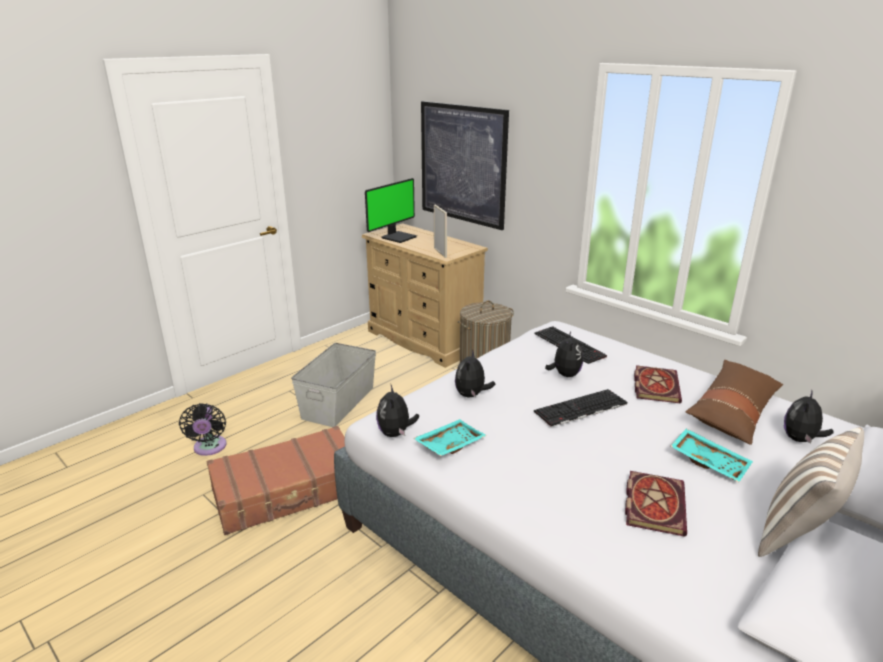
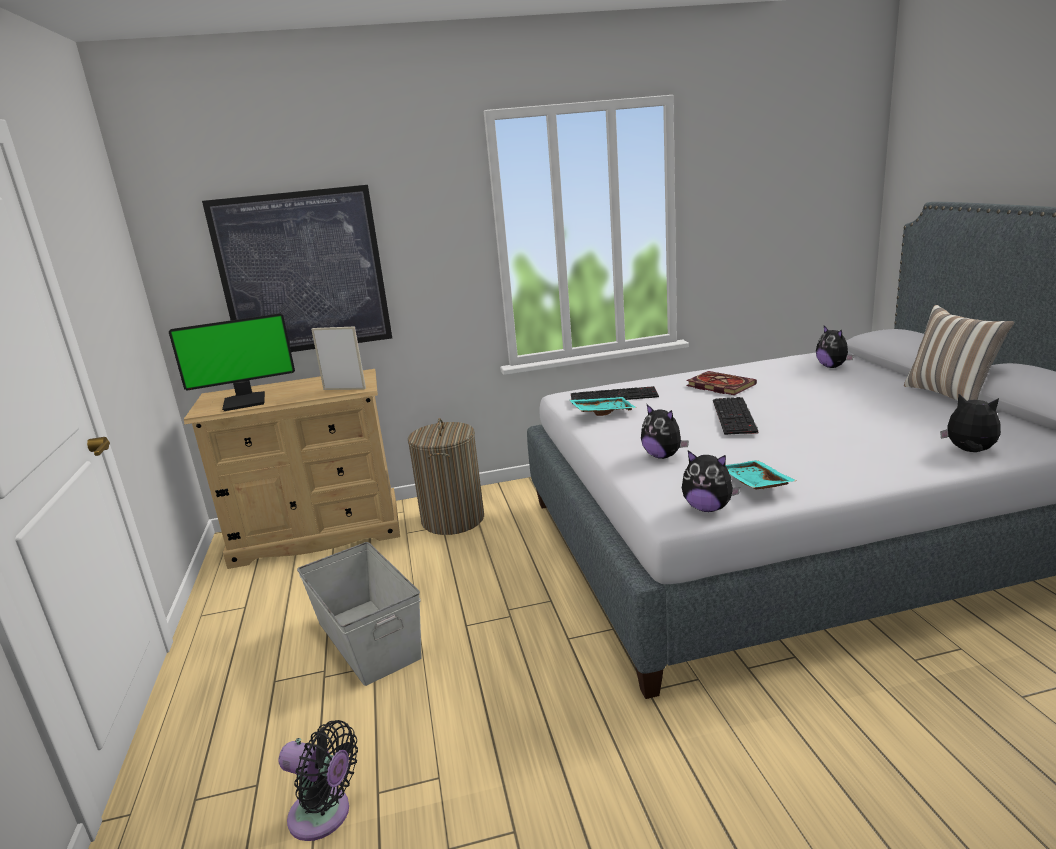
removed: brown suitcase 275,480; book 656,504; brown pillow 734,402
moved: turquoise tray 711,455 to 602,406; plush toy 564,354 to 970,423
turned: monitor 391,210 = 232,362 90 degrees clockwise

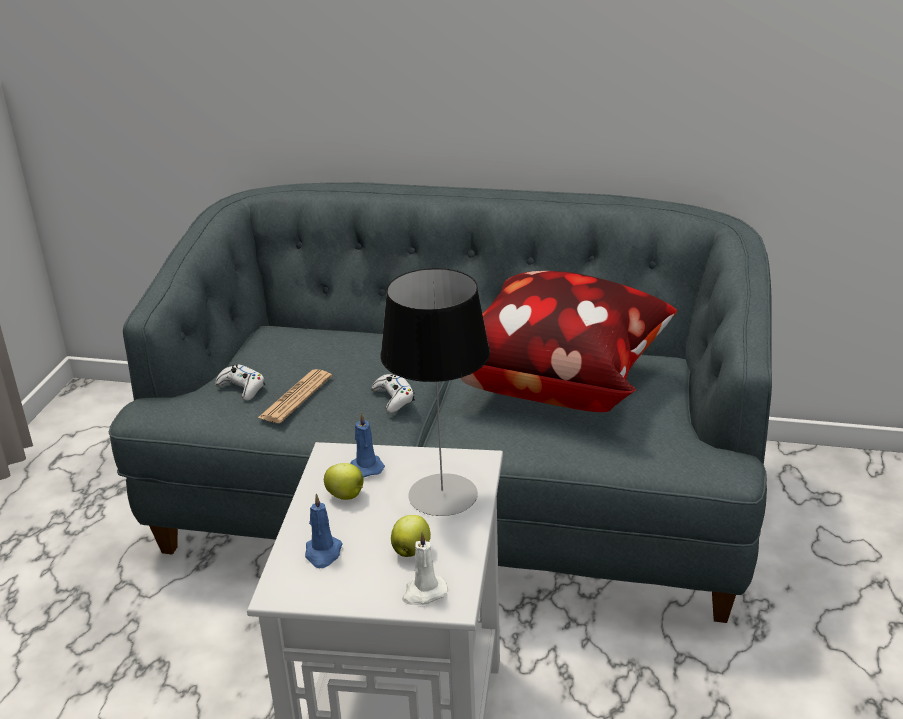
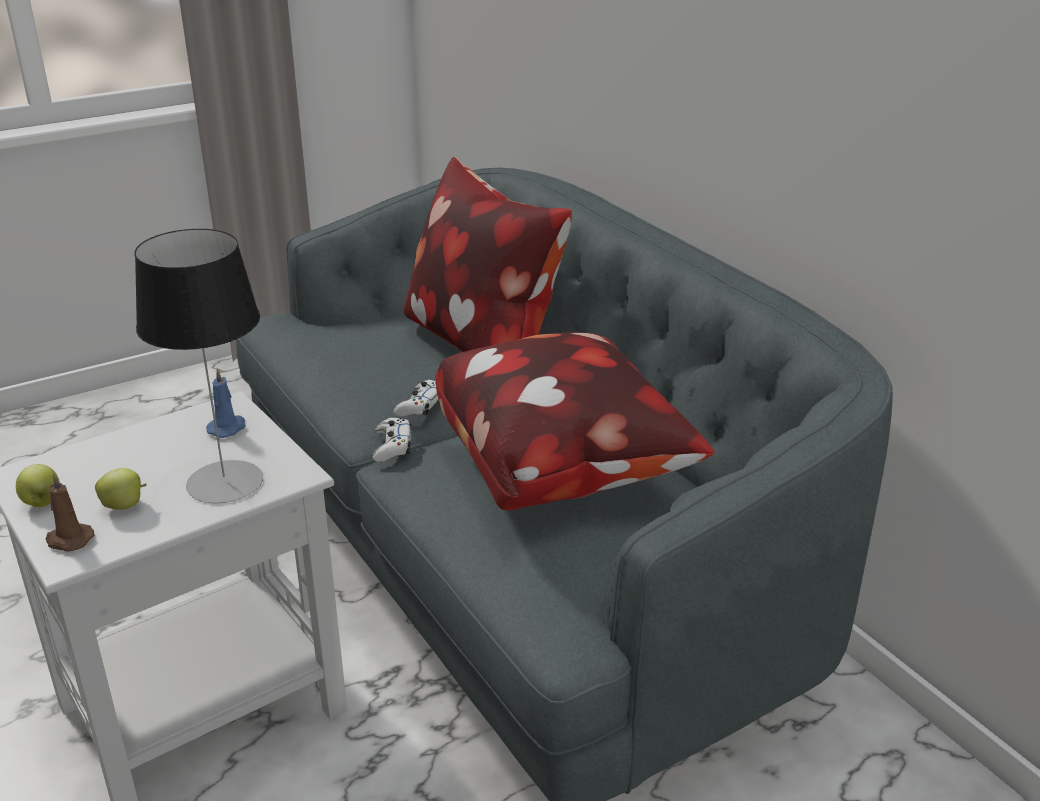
removed: newspaper 295,396; blue candle 324,531
added: pillow 488,254
moved: apple 343,481 to 38,485; white game controller 240,382 to 391,440
recoloured: white candle 425,568 to brown candle 70,512

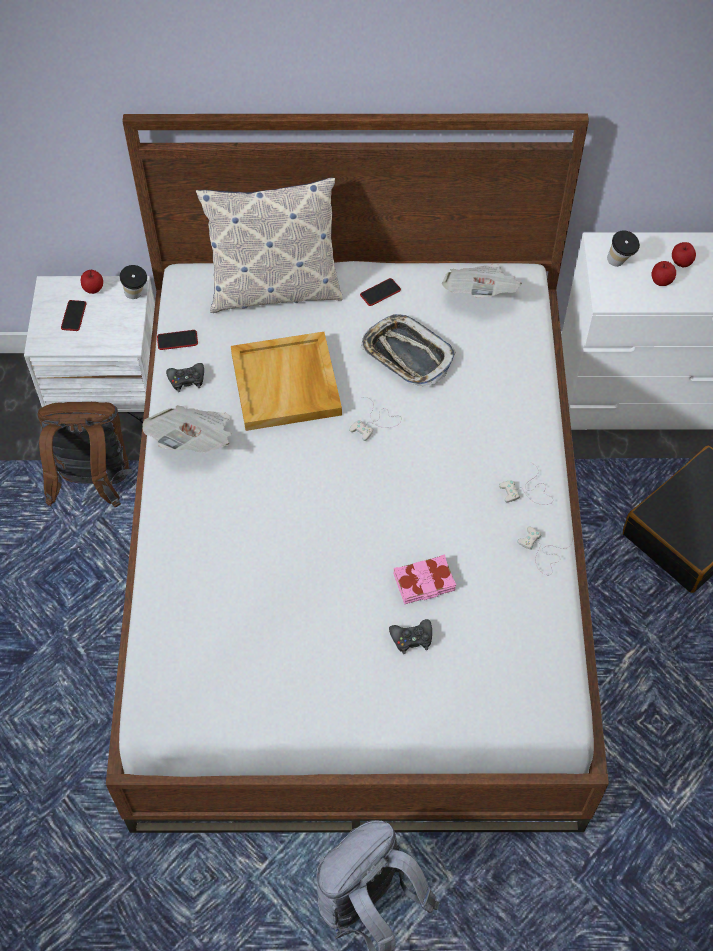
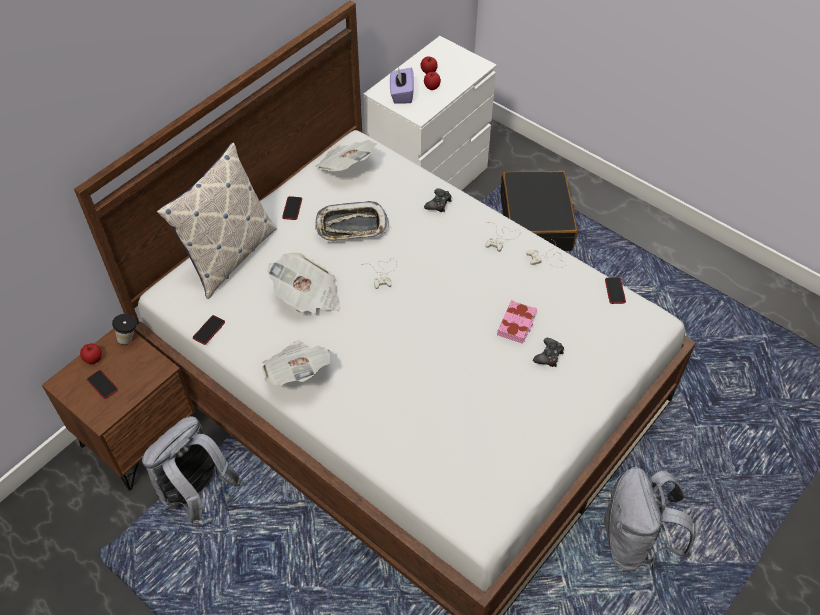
added: phone 615,290
moved: black game controller 185,377 to 438,200
replaced: beige tray 286,381 to newspaper 304,283; cup 623,248 to purple tissue box 402,85
recoloured: white nightstand 89,349 to brown nightstand 118,409; brown backpack 85,454 to grey backpack 192,471

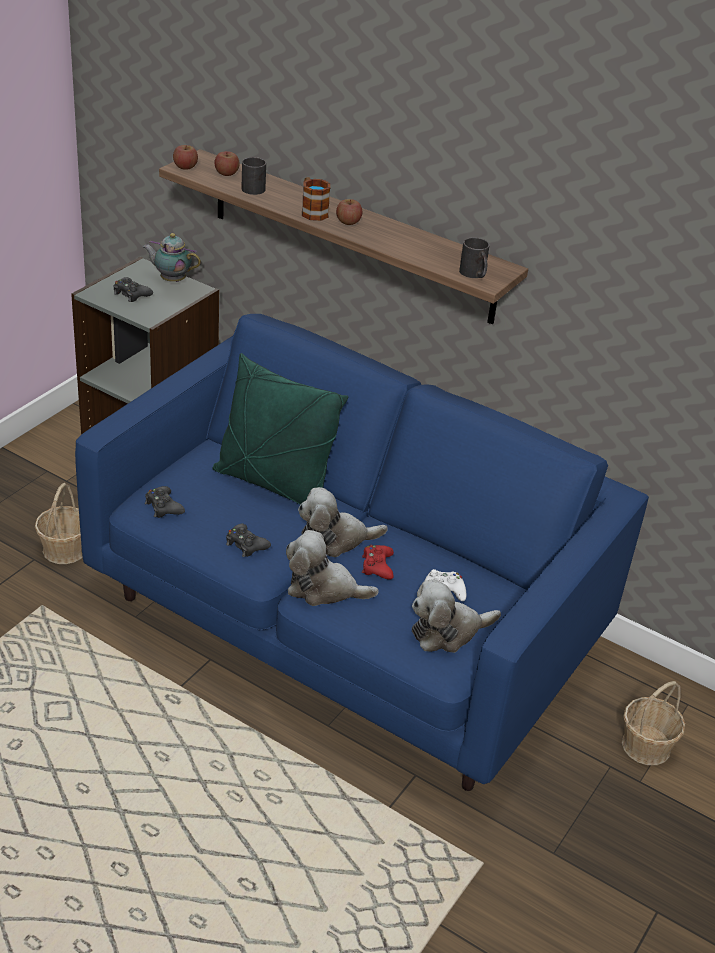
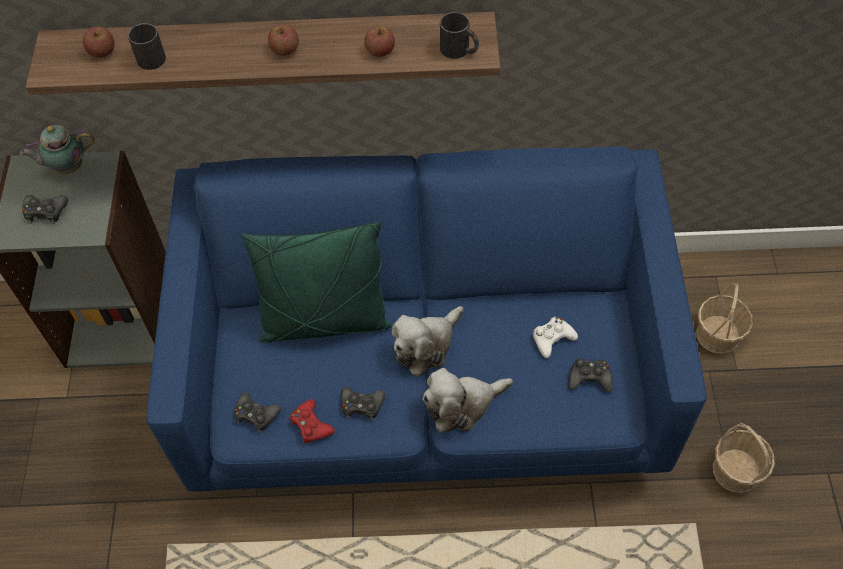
removed: mug 316,199
moved: red game controller 378,562 to 312,421; apple 185,157 to 379,41; basket 59,523 to 744,457
replaced: plush toy 456,616 to black game controller 590,375

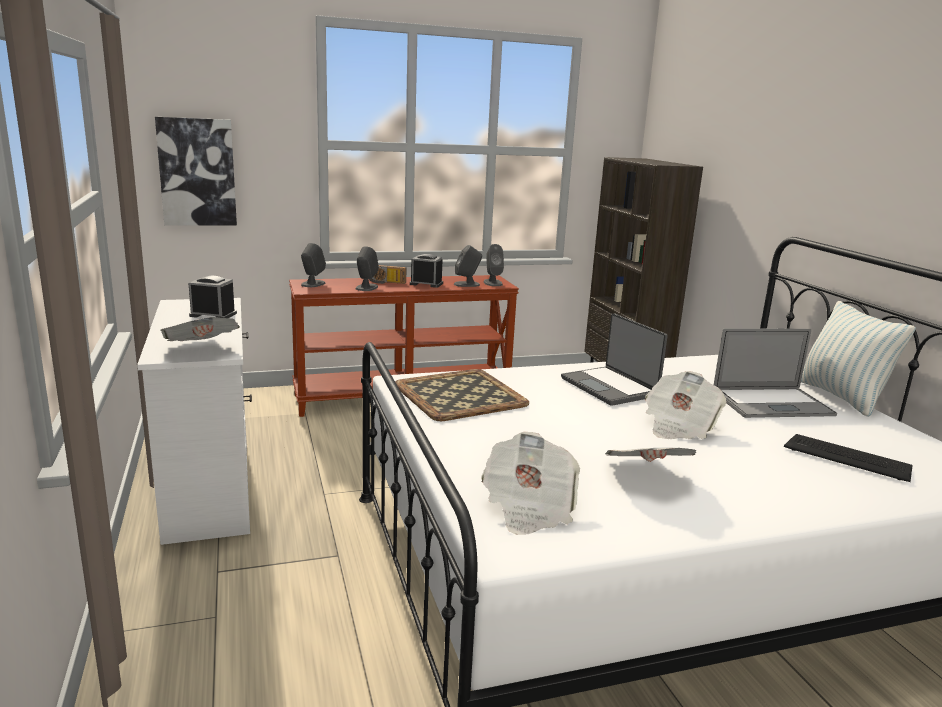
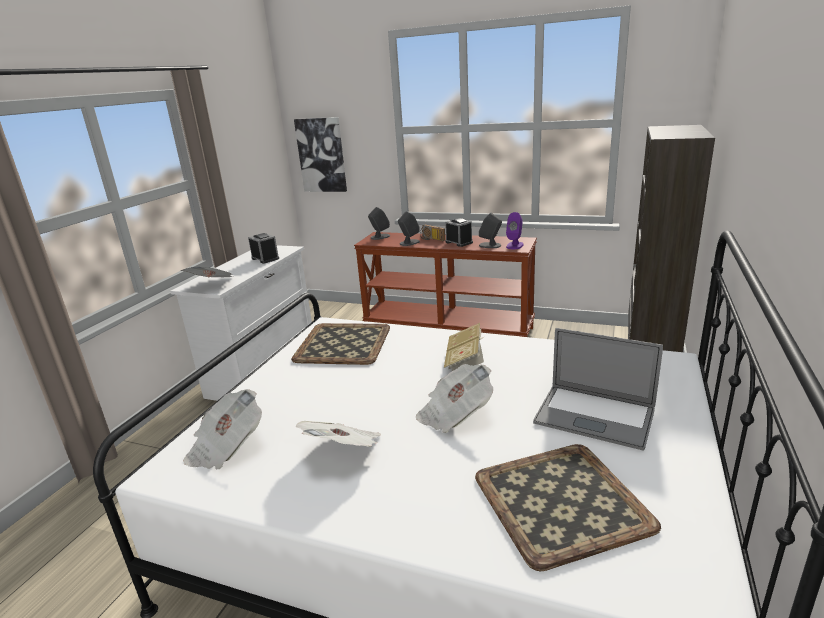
removed: pillow 858,359
replaced: laptop 614,359 to book 464,347; keyboard 848,458 to tray 568,508
recoloured: grey speaker 493,265 to purple speaker 515,230

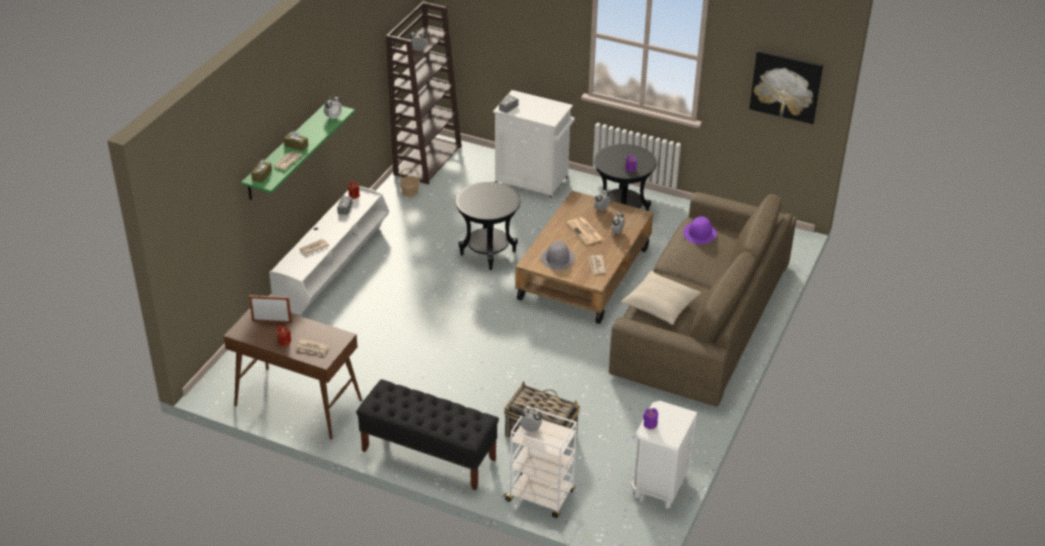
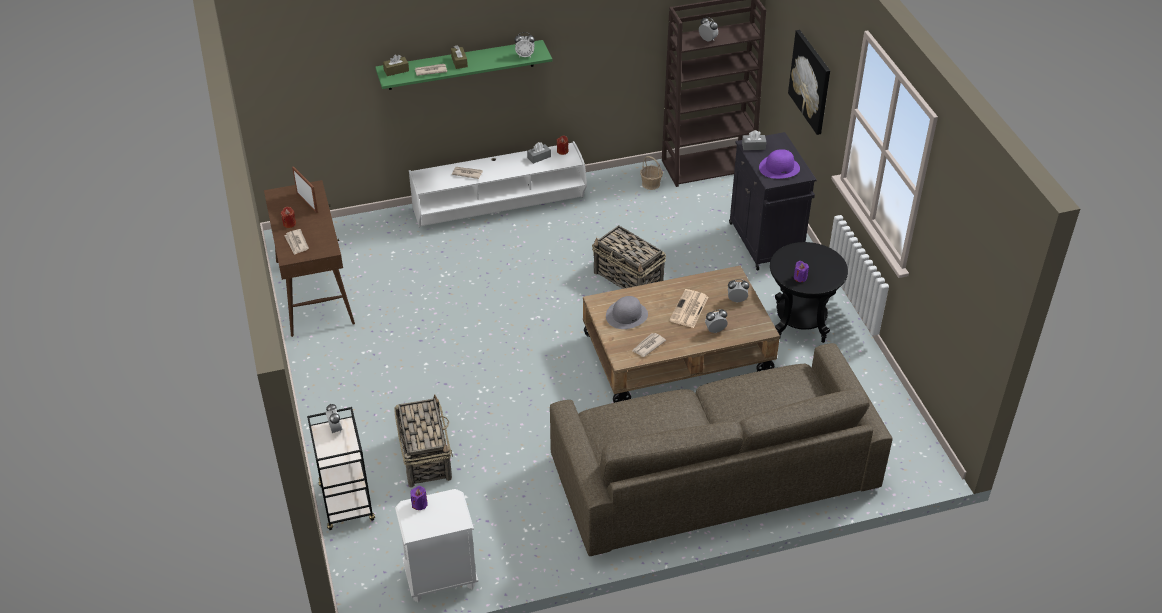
removed: black bench 427,434; beige pillow 661,298
moved: purple hat 700,230 to 779,164; picture 786,87 to 809,82
replaced: black side table 488,226 to basket 629,257
recoloured: white cart 540,462 to black cart 341,468; white cabinet 534,145 to black cabinet 773,201

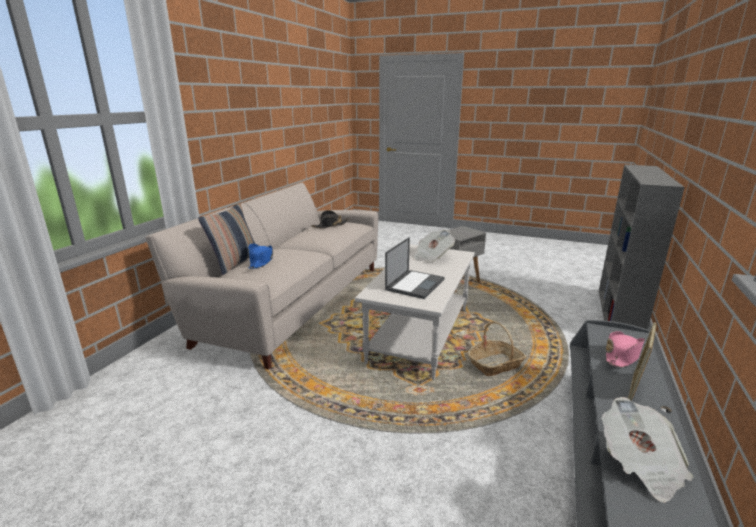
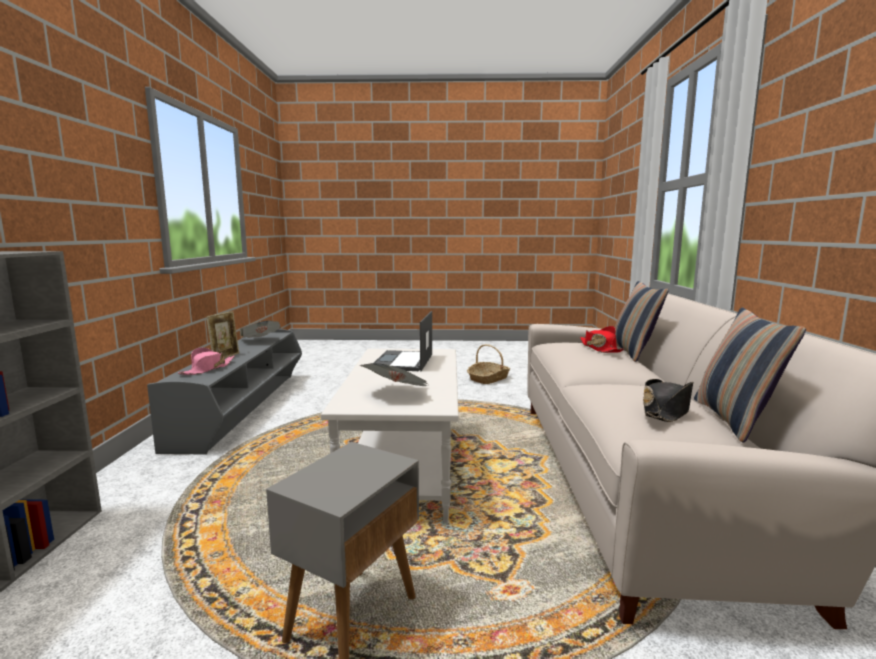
added: pillow 750,375
moved: basket 497,348 to 488,364
recoloured: blue hat 260,256 to red hat 602,339

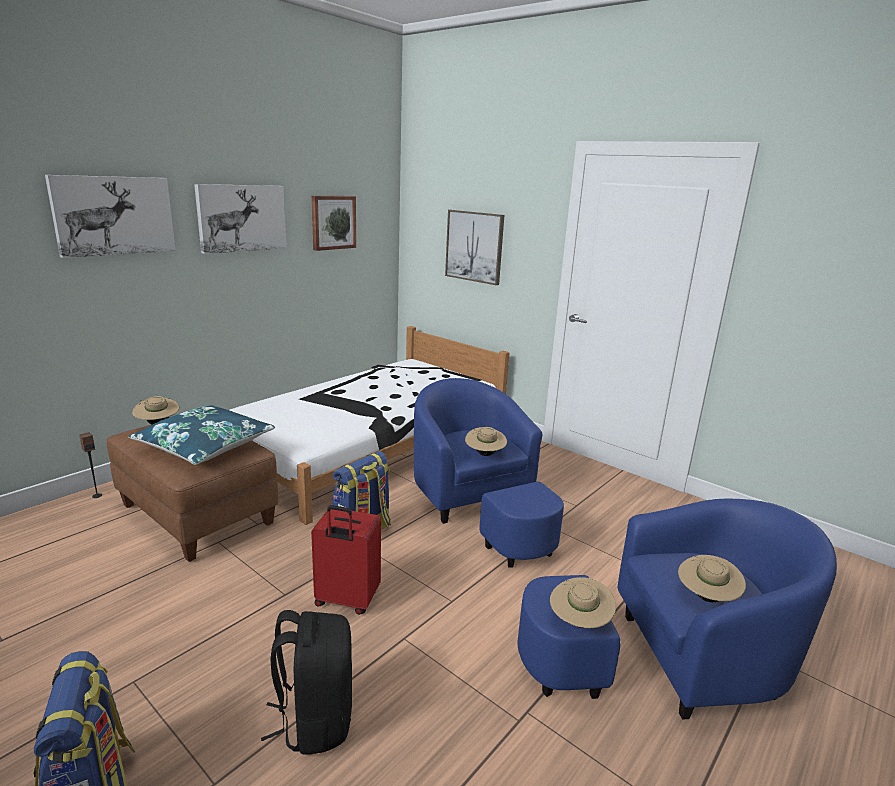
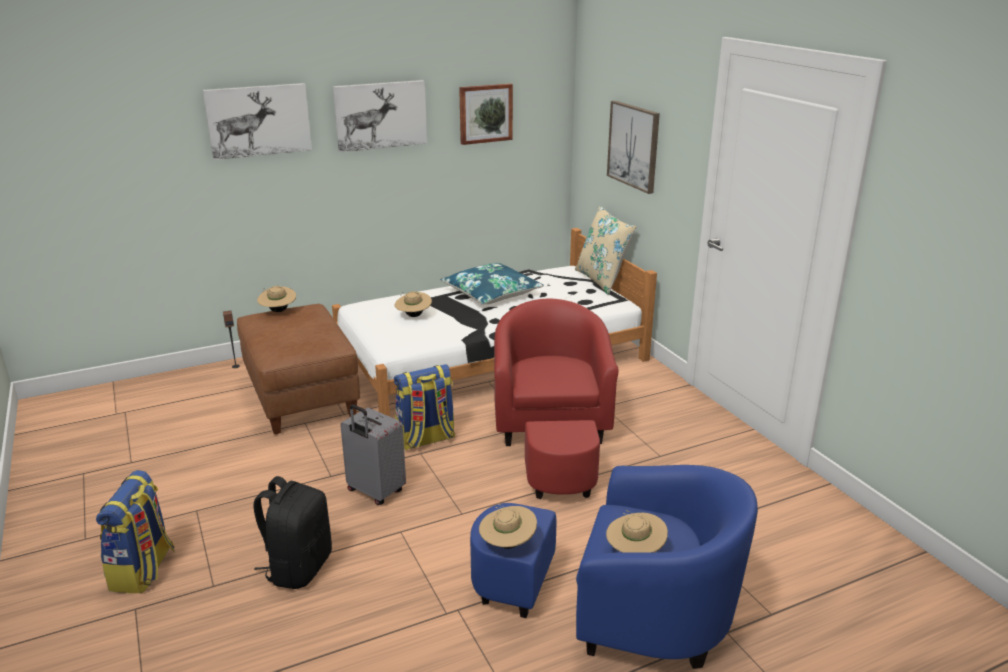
added: beige pillow 606,250
moved: beige hat 486,441 to 413,304; blue pillow 201,435 to 492,284
recoloured: red suitcase 346,560 to grey suitcase 373,454; blue armchair 489,473 to red armchair 556,398

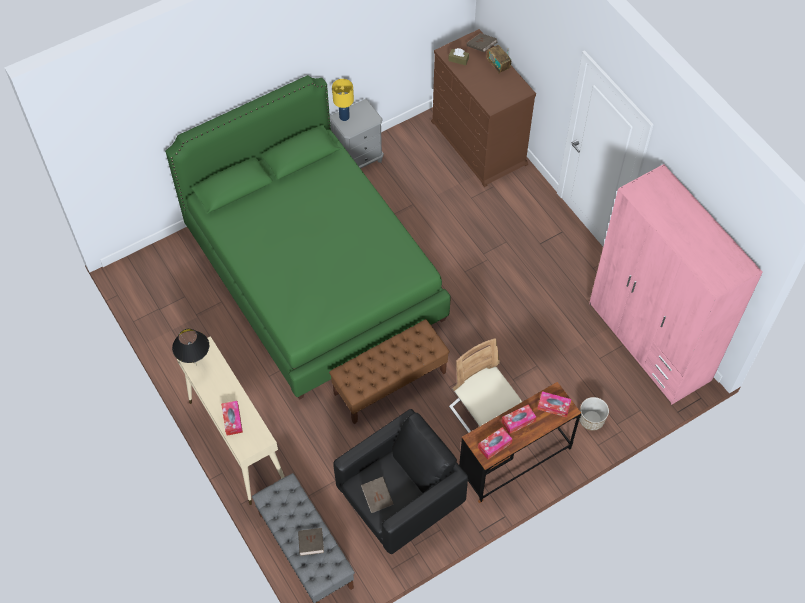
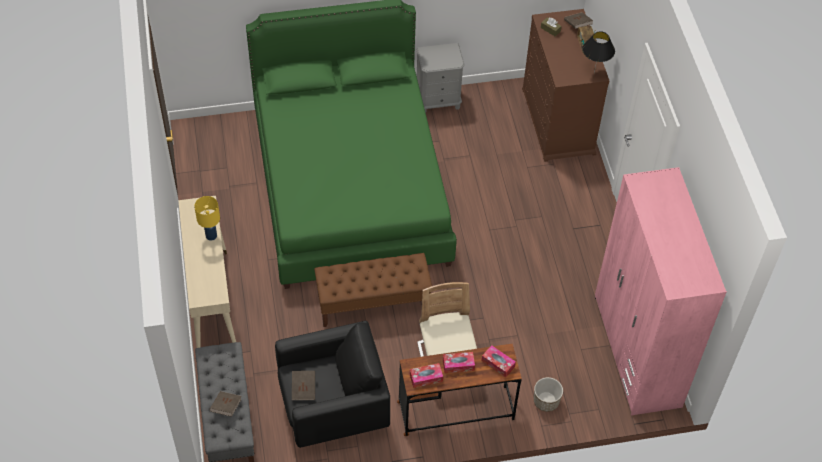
removed: tissue box 232,418
moved: yellow table lamp 343,100 to 207,218; black table lamp 190,347 to 598,52

